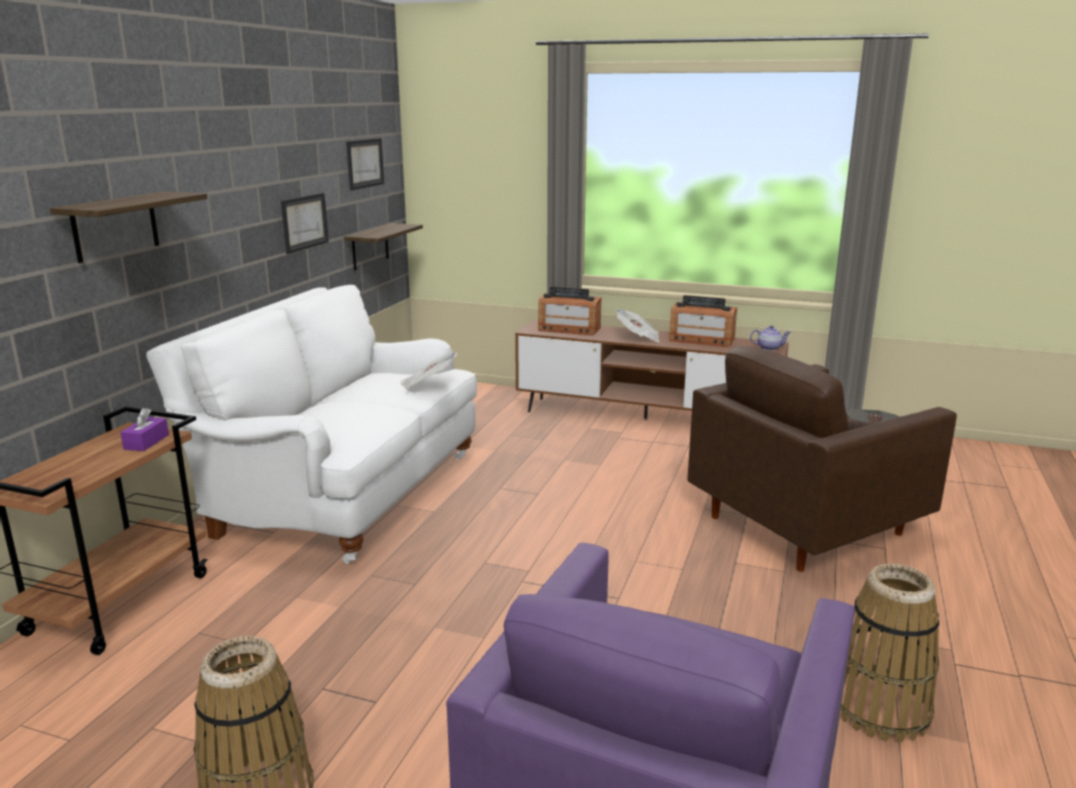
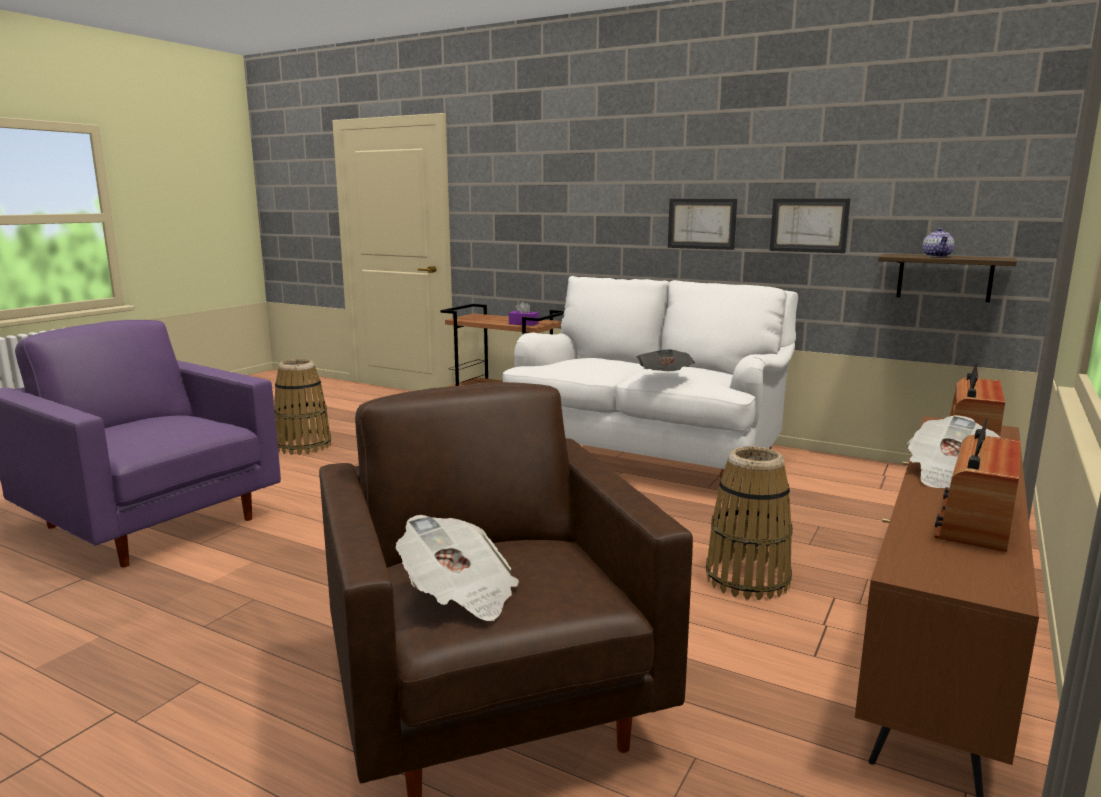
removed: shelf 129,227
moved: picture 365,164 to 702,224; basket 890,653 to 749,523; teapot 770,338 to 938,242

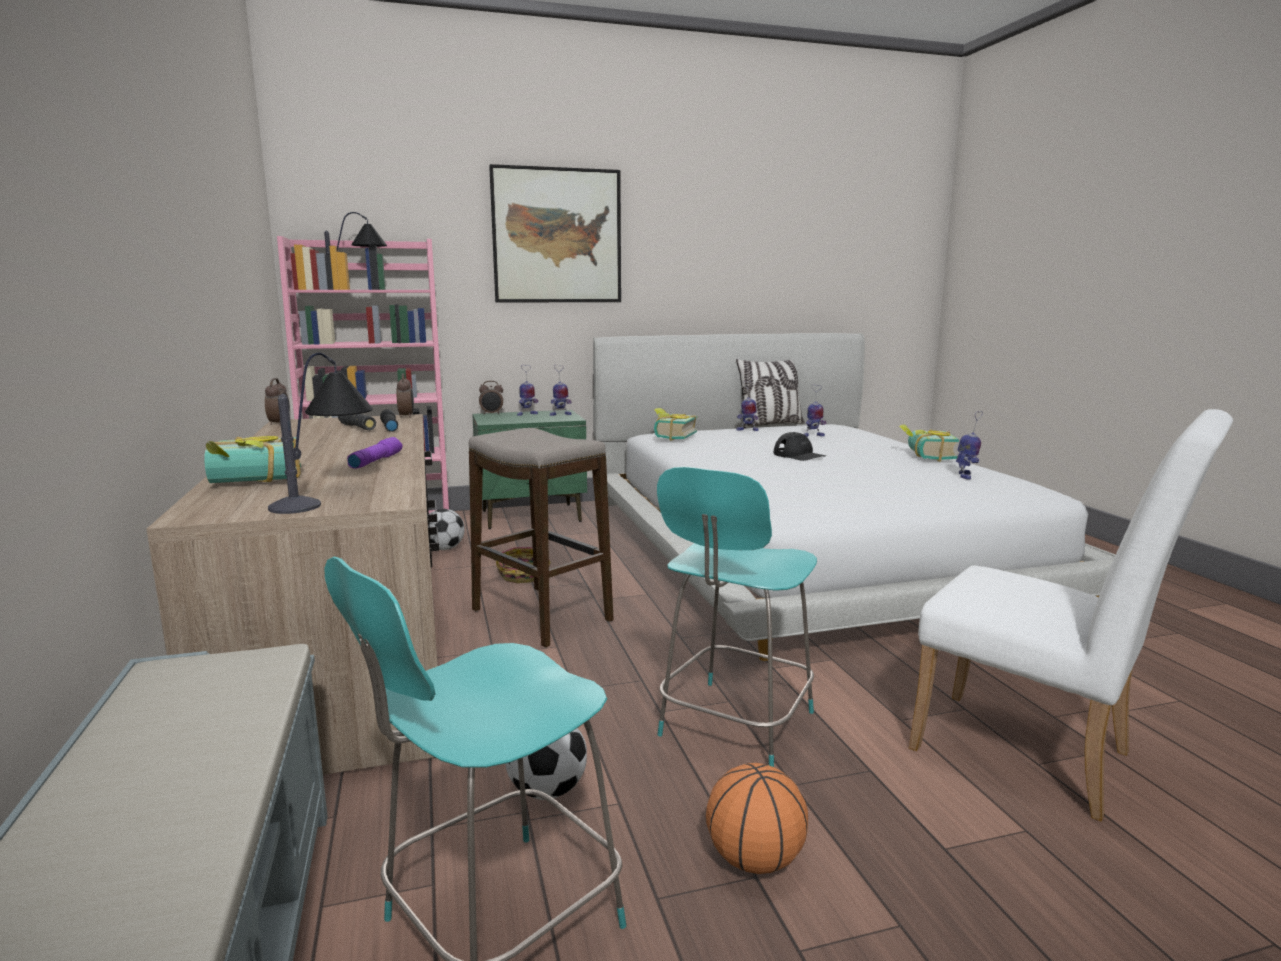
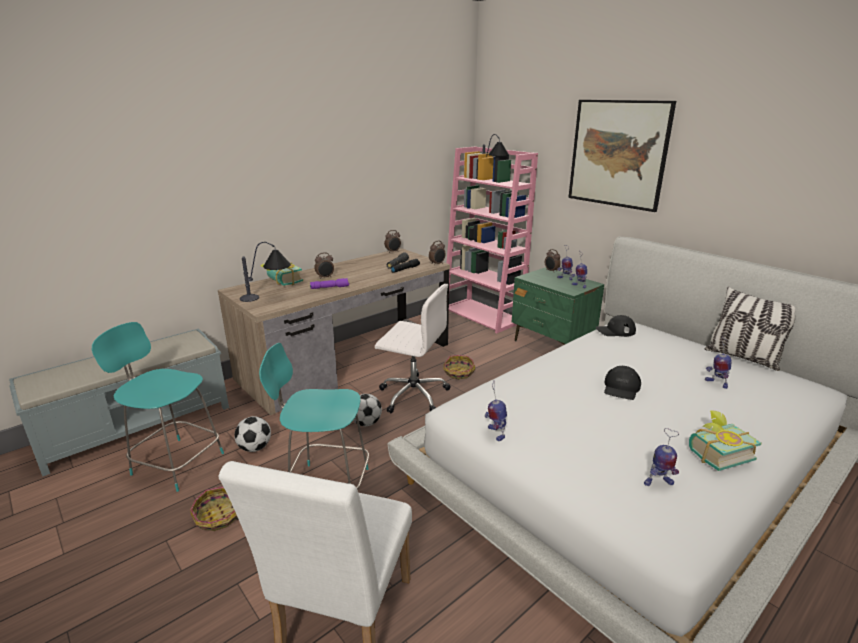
added: alarm clock 324,265
moved: football 447,529 to 367,410; toy robot 747,406 to 496,410
replaced: basketball 757,818 to basket 214,509; stool 541,538 to white office chair 413,348; book 675,424 to black cap 616,326

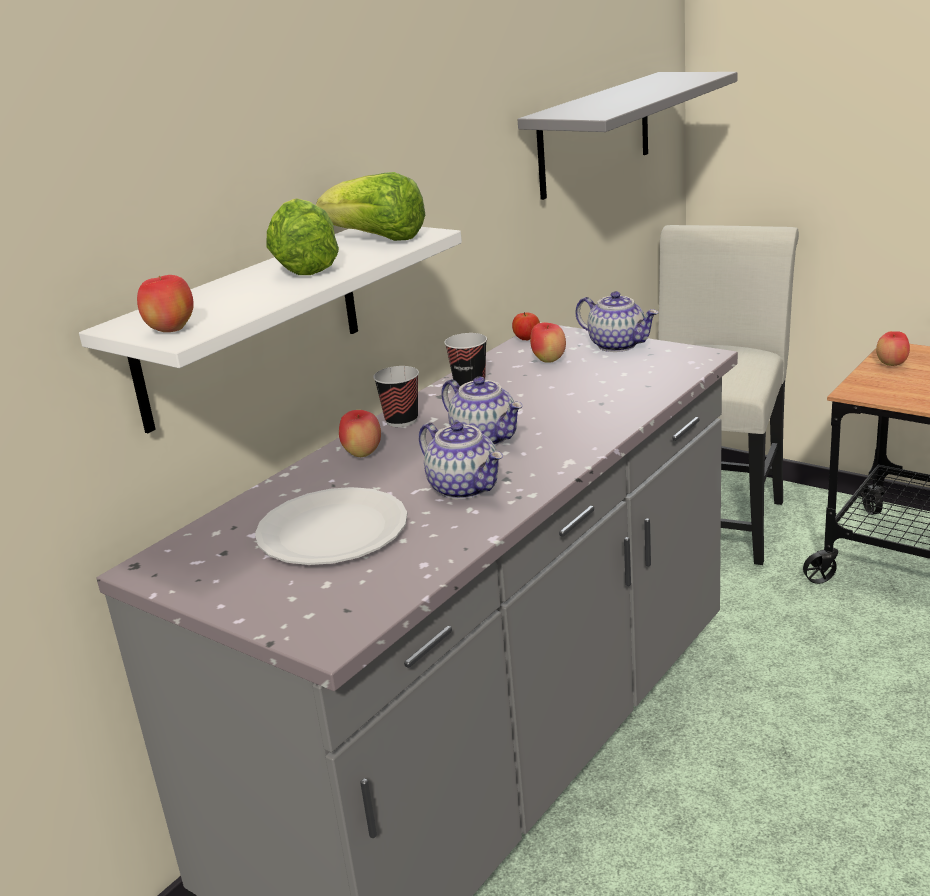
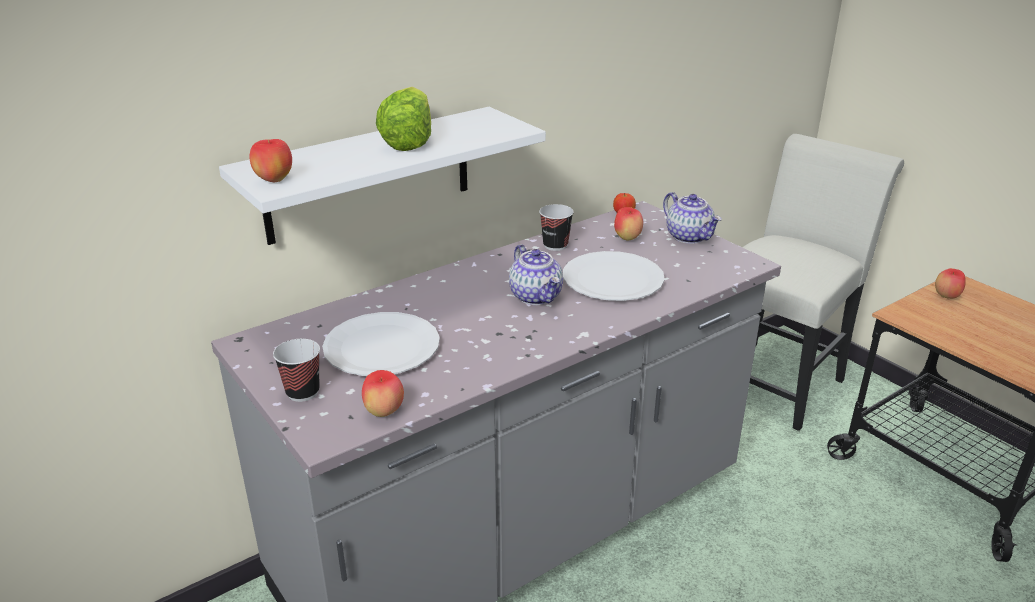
removed: lettuce 370,206; teapot 461,461; grey shelf 628,136
added: white plate 614,276
moved: cup 396,396 to 296,370; apple 360,433 to 383,393

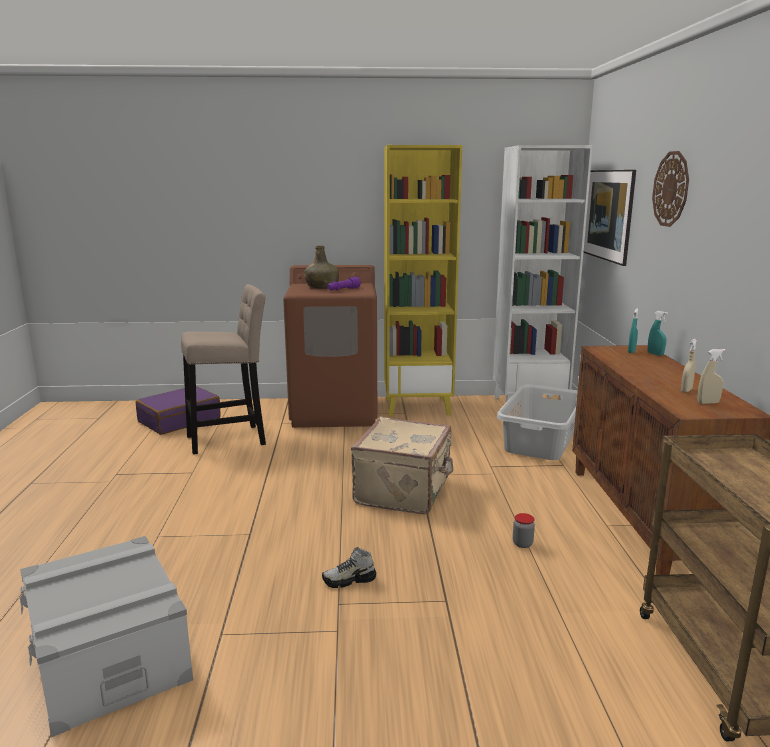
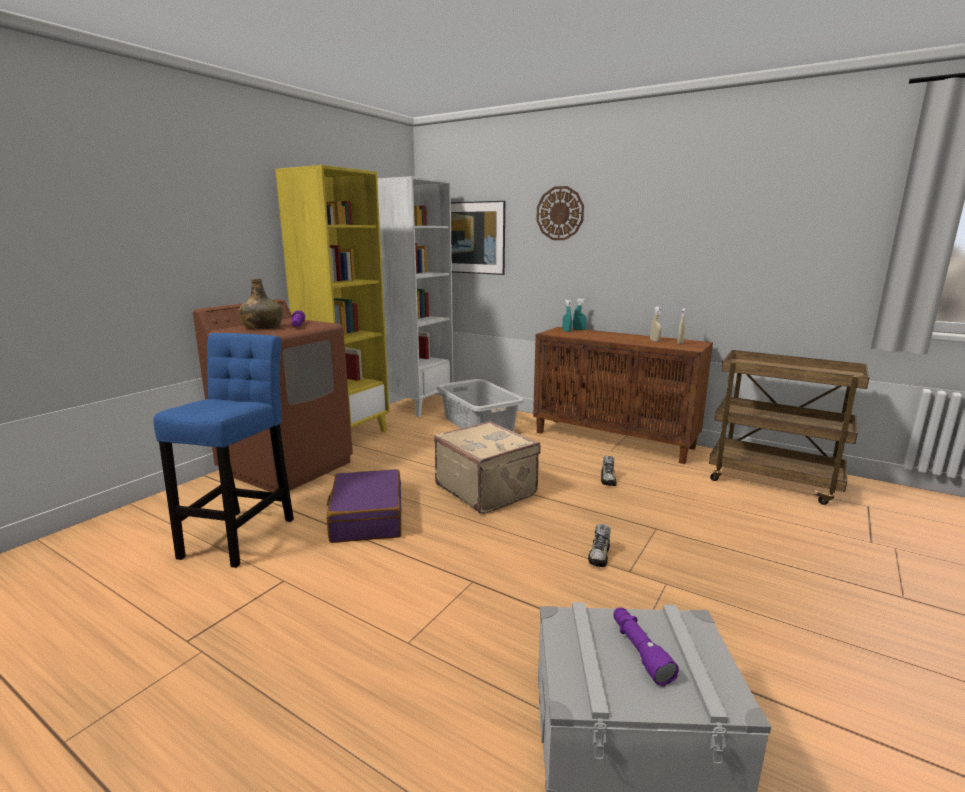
added: purple flashlight 646,646
moved: purple suitcase 178,410 to 364,506
replaced: jar 524,530 to shoe 609,471
recoloured: beige stool 223,369 to blue stool 223,450

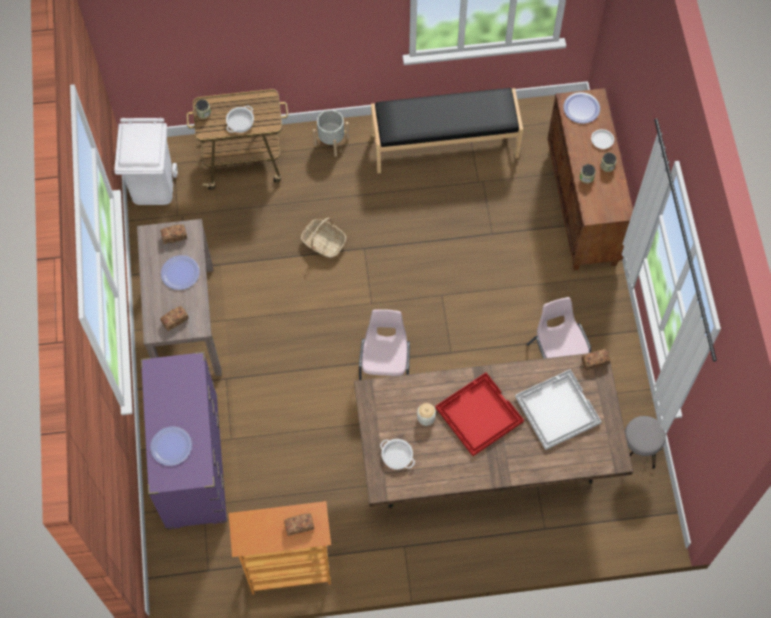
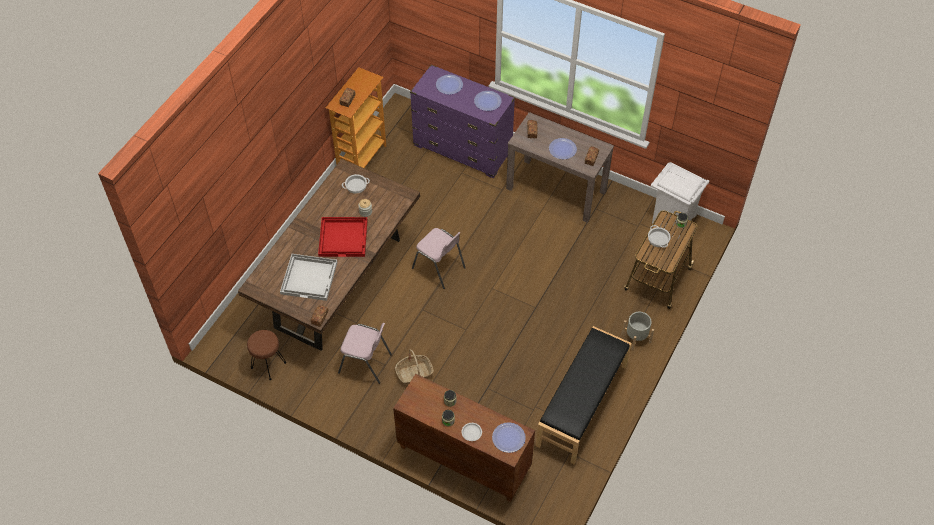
added: plate 488,101
moved: basket 323,238 to 414,367
recoloured: grey stool 645,442 to brown stool 266,355

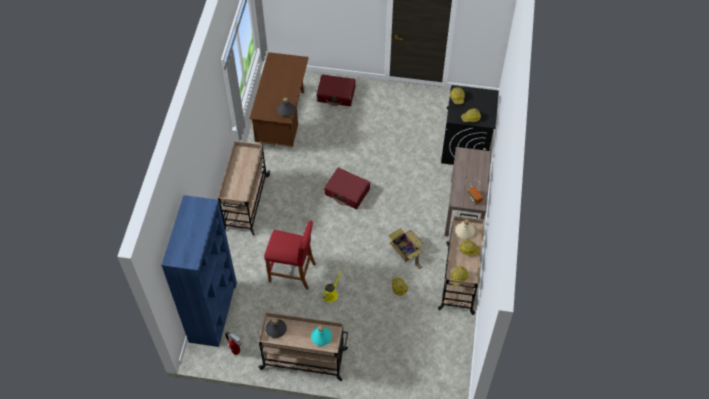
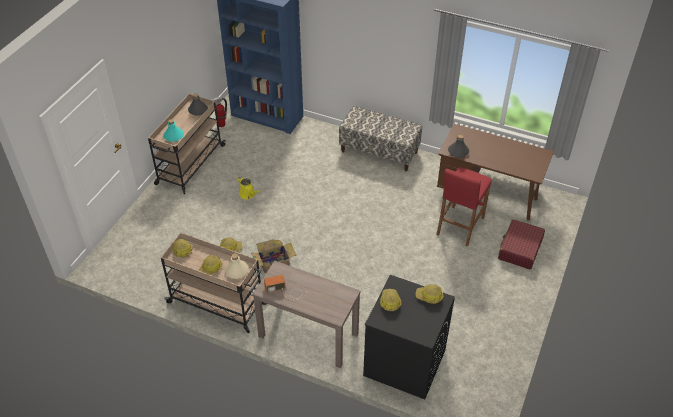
removed: red suitcase 347,188
moved: red stool 290,255 to 464,207
replaced: beige cart 244,188 to bench 380,138

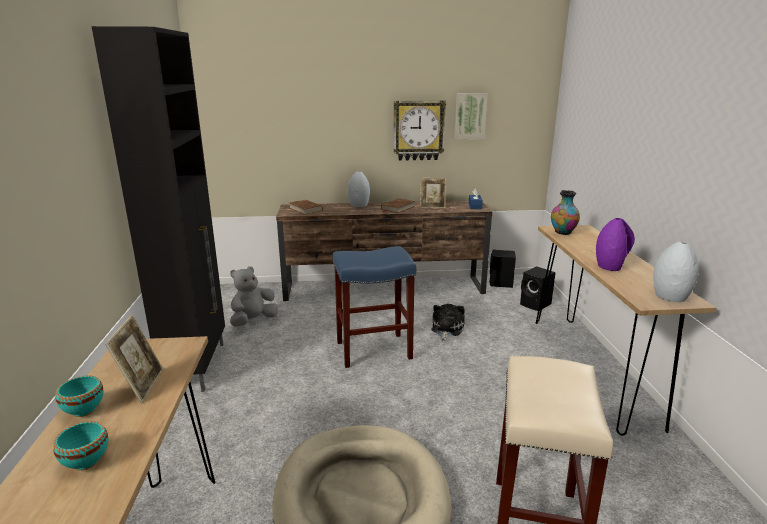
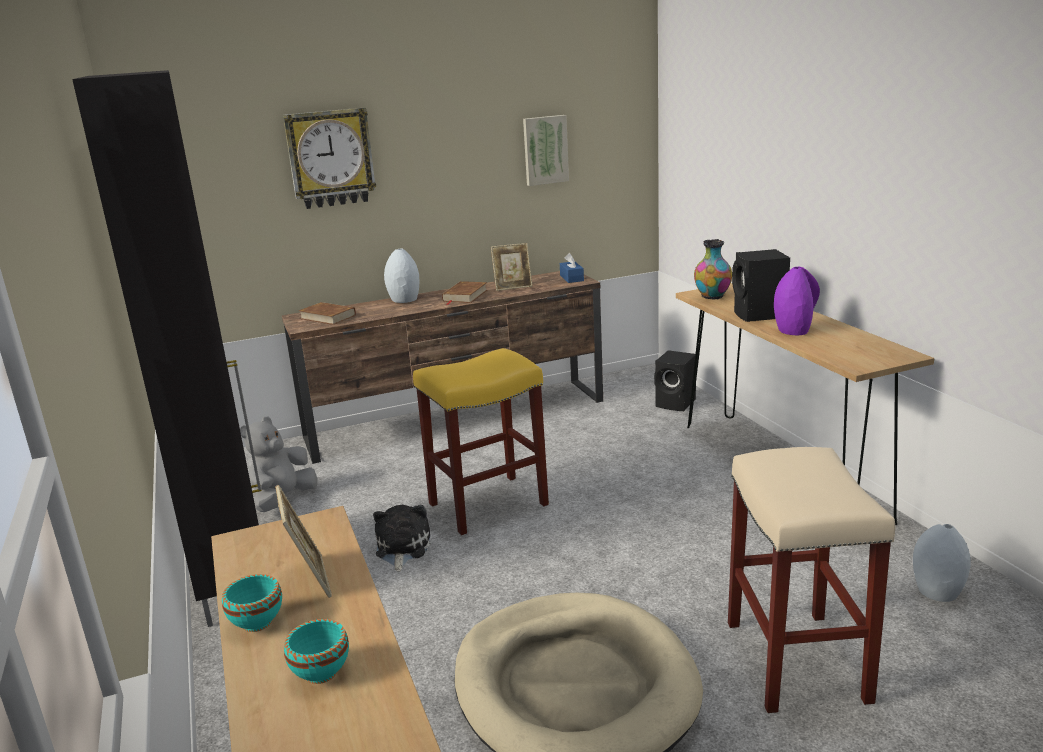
moved: wall clock 419,130 to 329,158; plush toy 448,322 to 401,538; black speaker 503,269 to 761,285; grey vase 676,272 to 942,563
recoloured: blue stool 374,307 to yellow stool 481,441

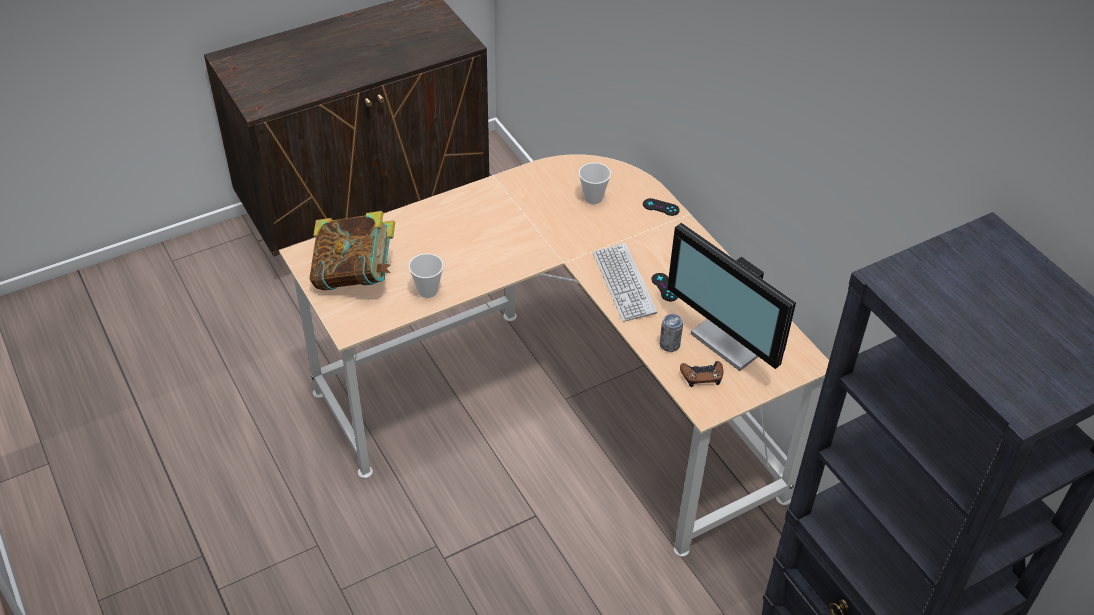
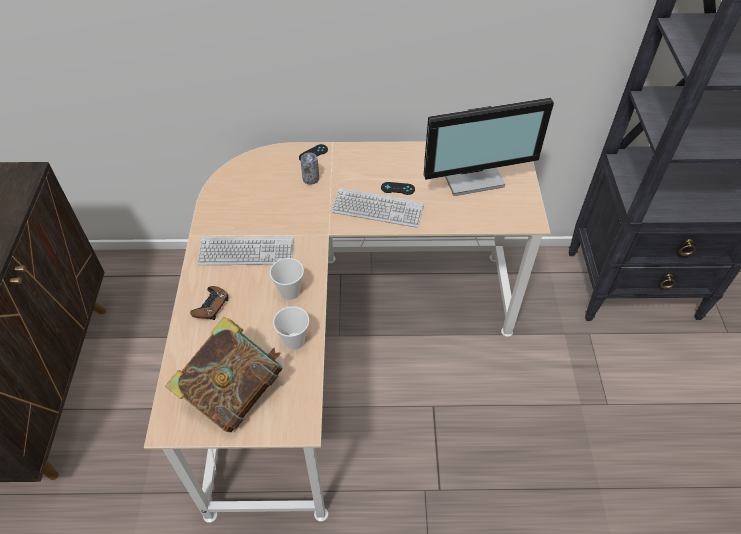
added: keyboard 245,250
moved: brown game controller 701,374 to 209,303; cup 595,183 to 287,279; can 671,333 to 310,169

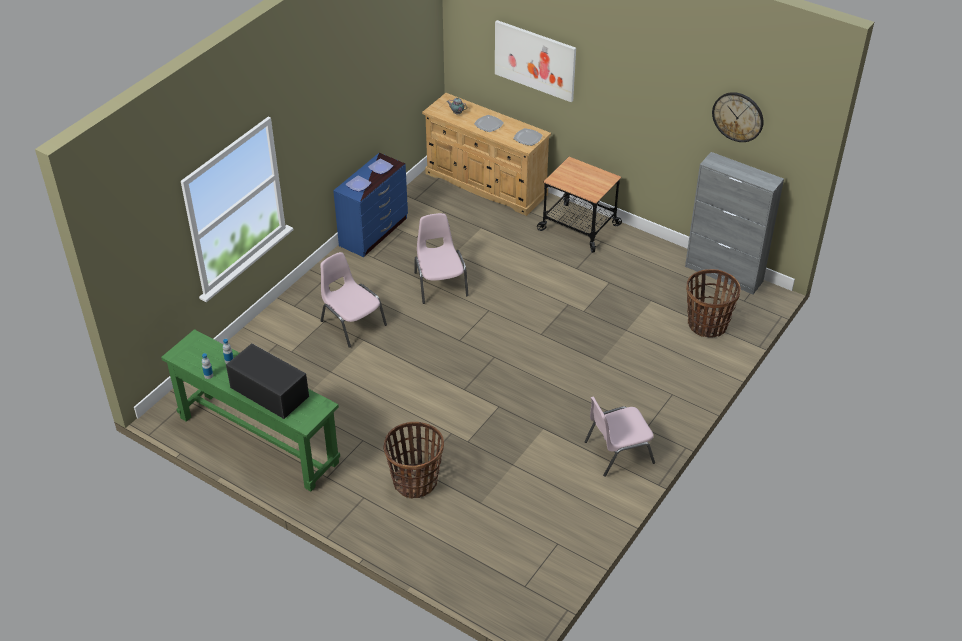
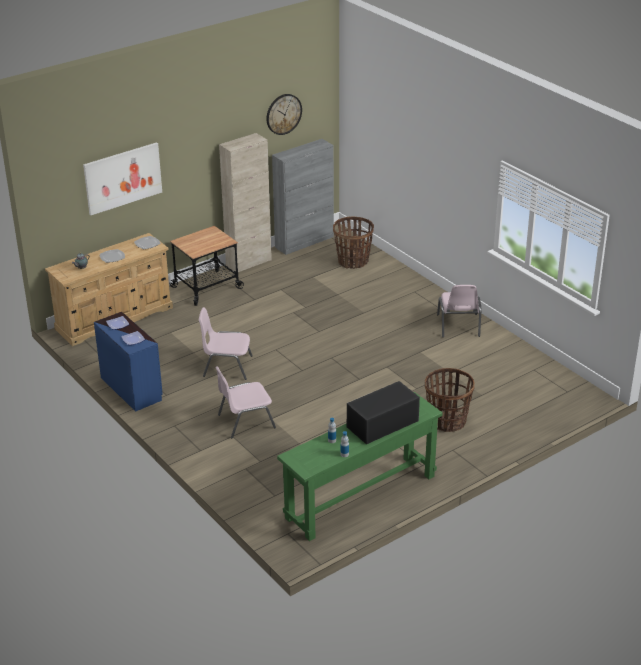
added: beige cabinet 245,202

